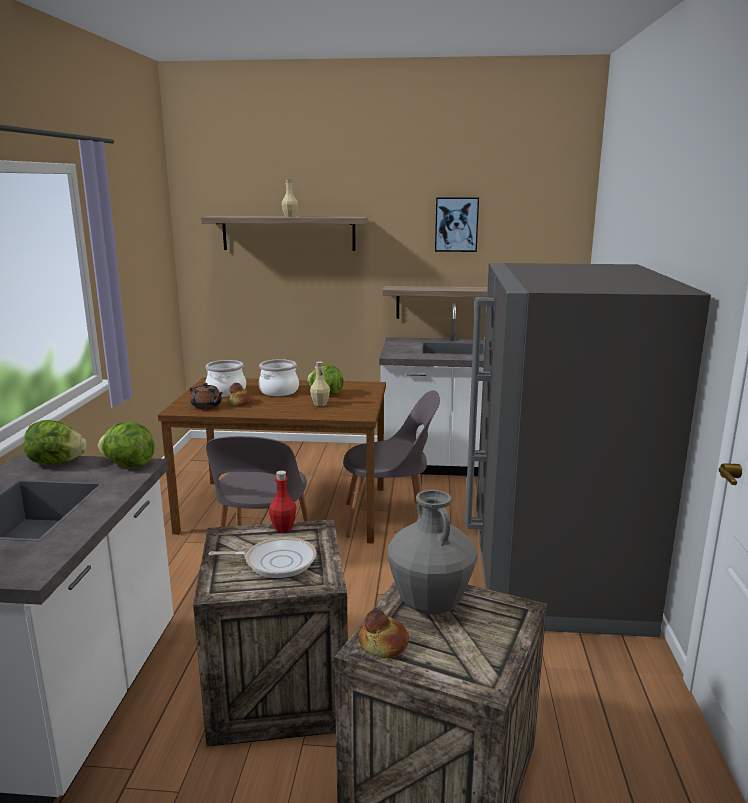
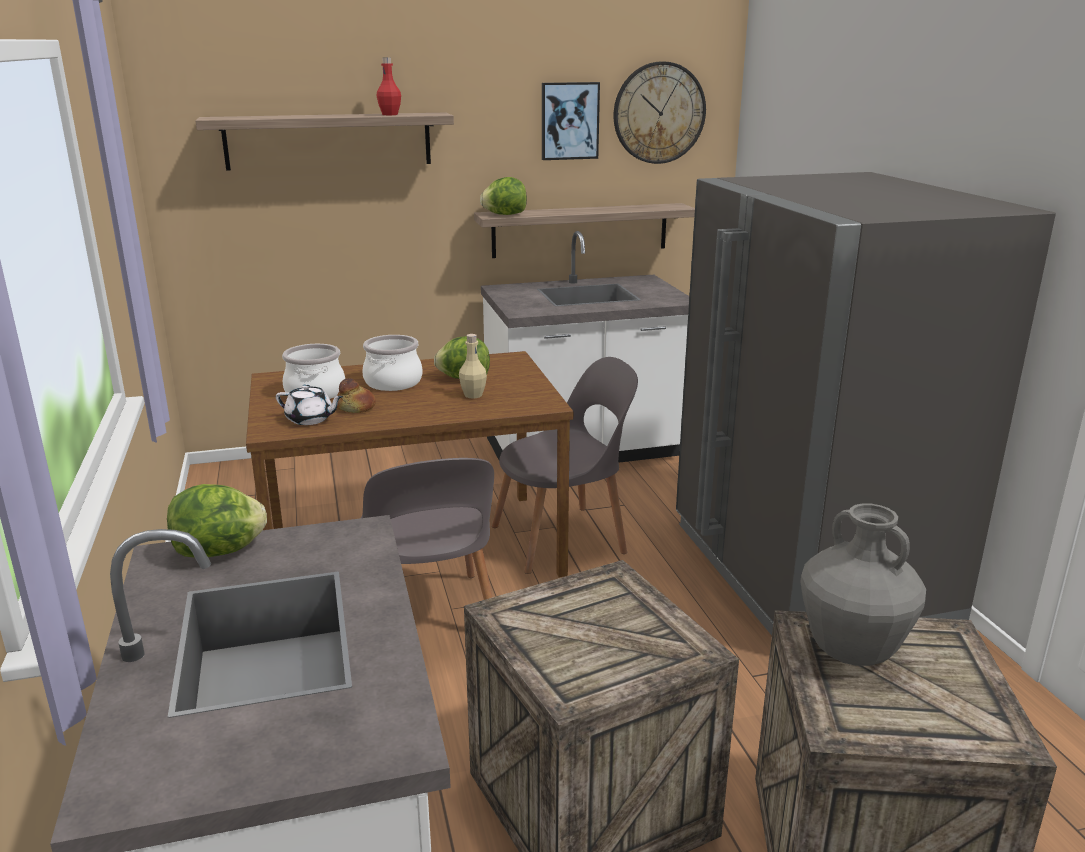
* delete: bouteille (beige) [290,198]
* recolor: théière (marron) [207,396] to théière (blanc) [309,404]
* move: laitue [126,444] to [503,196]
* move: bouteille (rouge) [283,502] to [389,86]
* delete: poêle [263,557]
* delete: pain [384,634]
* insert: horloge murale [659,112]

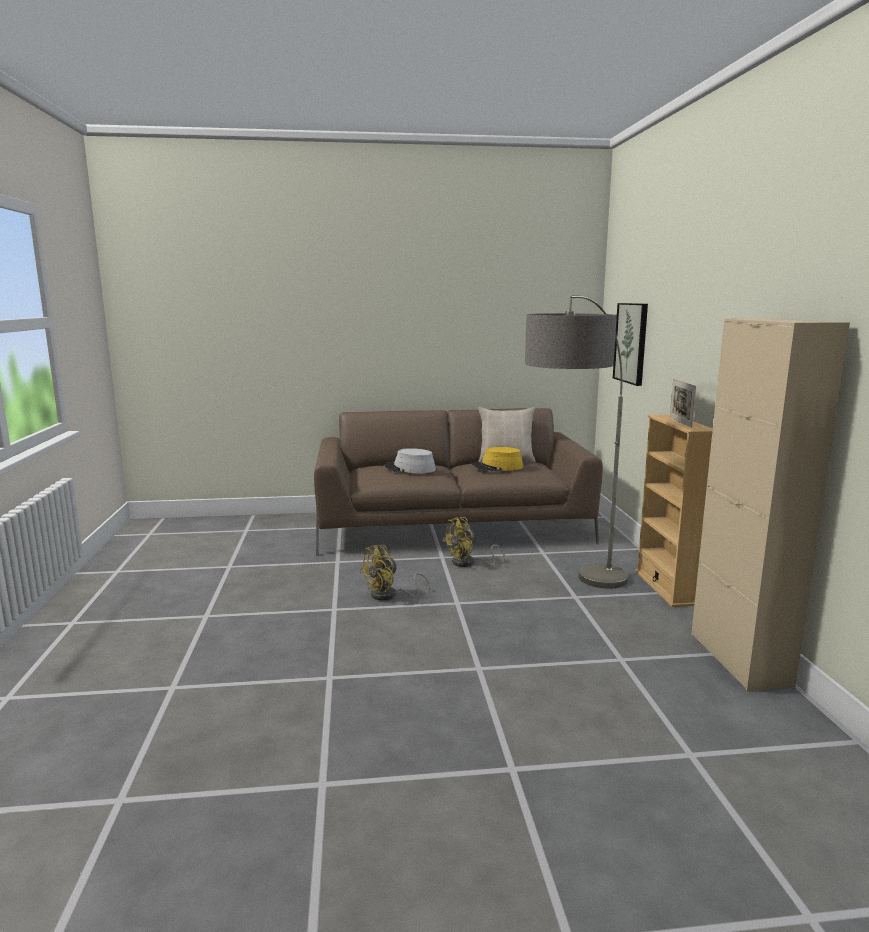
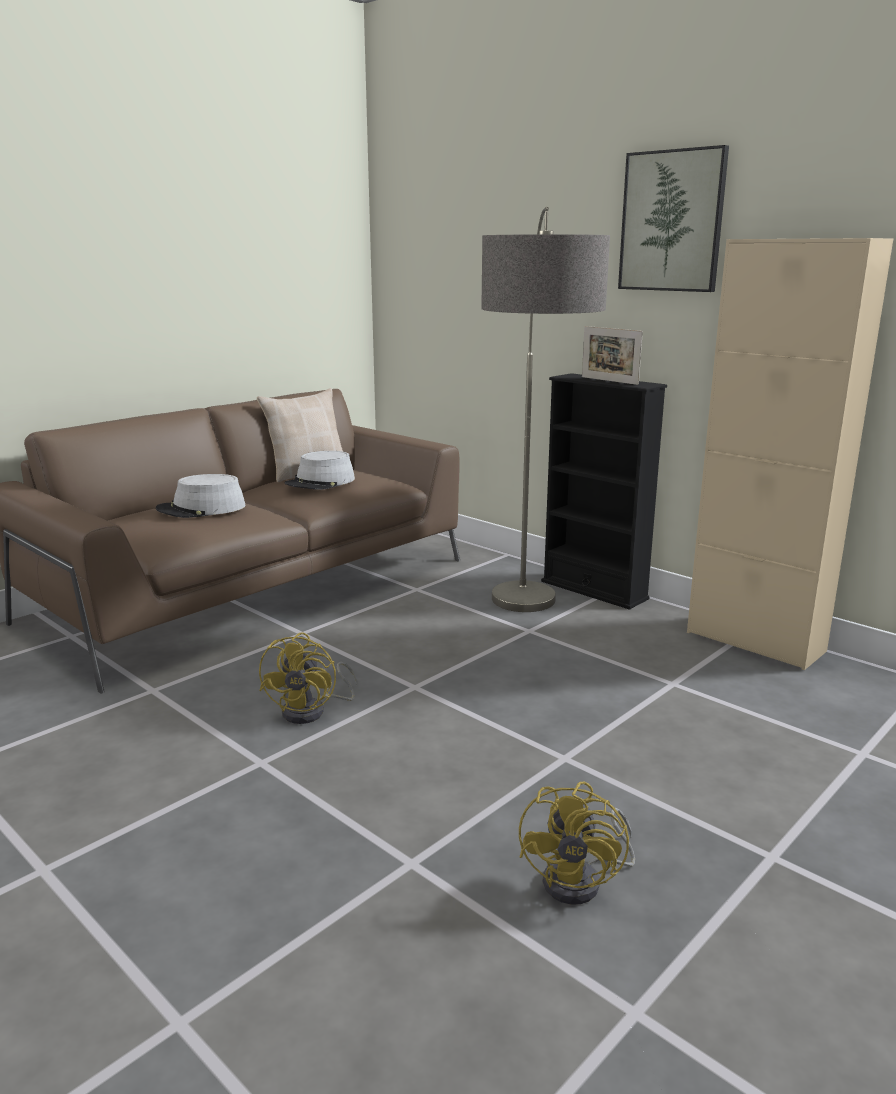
* move: tableau [630,344] to [673,218]
* recolor: bibliothèque (beige) [674,510] to bibliothèque (noir) [604,491]
* recolor: chapeau (jaune) [497,459] to chapeau (gris) [320,470]
* move: ventilateur (jaune) [473,542] to [577,843]

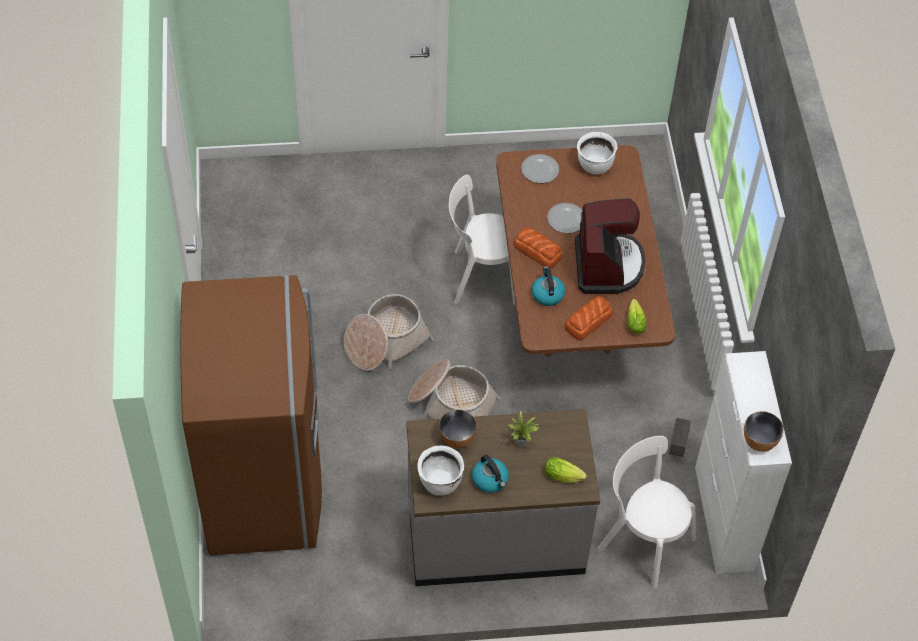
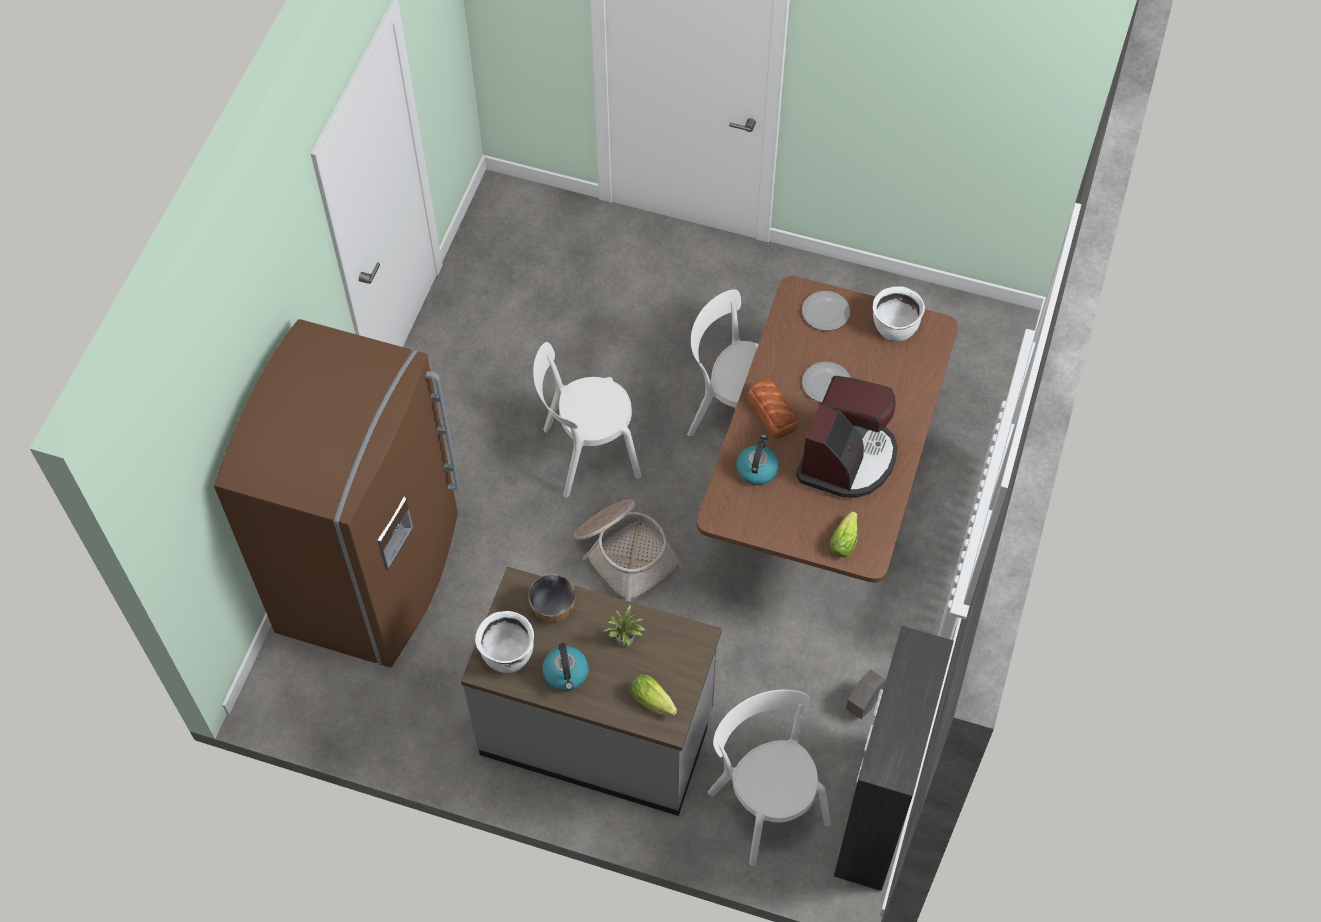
* replace: panier [389,332] to chaise (blanc) [587,420]
* delete: pain [588,318]
* recolor: meuble de rangement (blanc) [743,462] to meuble de rangement (noir) [894,758]
* delete: bol [764,431]

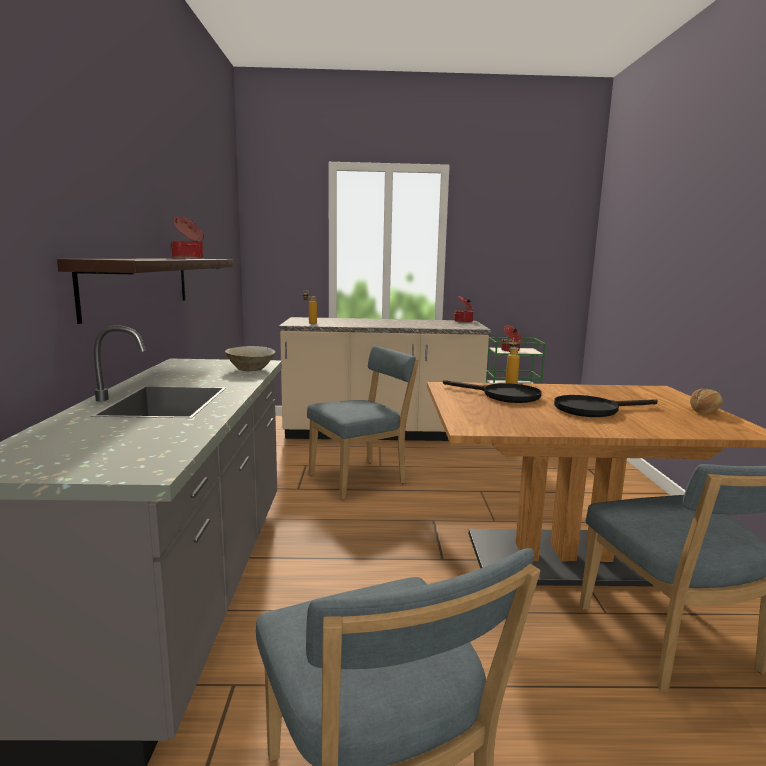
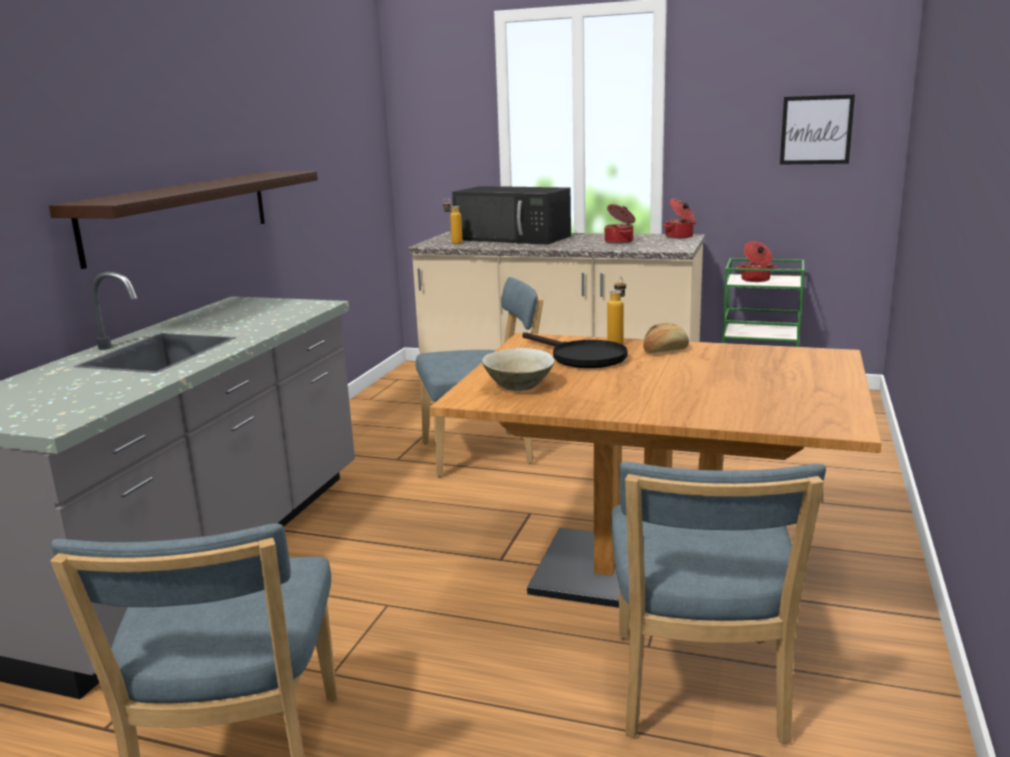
* move: marmite [187,237] to [619,224]
* move: bol (beige) [250,358] to [518,369]
* move: pain [706,401] to [666,338]
* delete: poêle (noir) [606,406]
* insert: tableau [817,130]
* insert: micro-ondes (noir) [511,215]

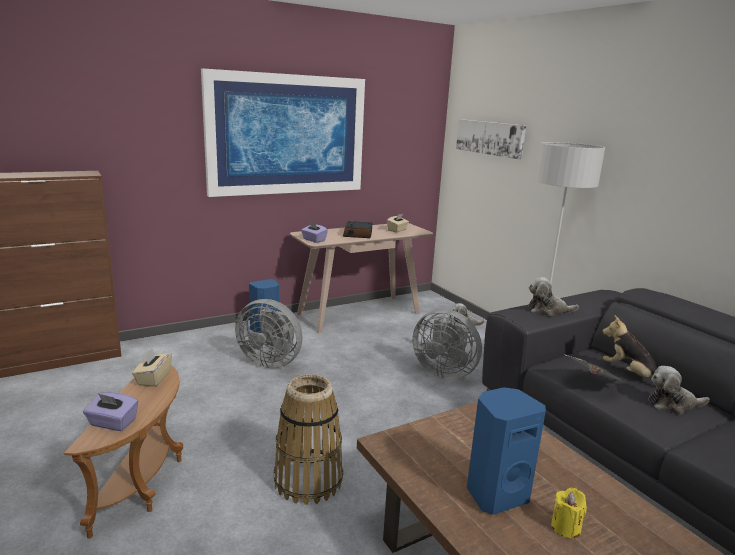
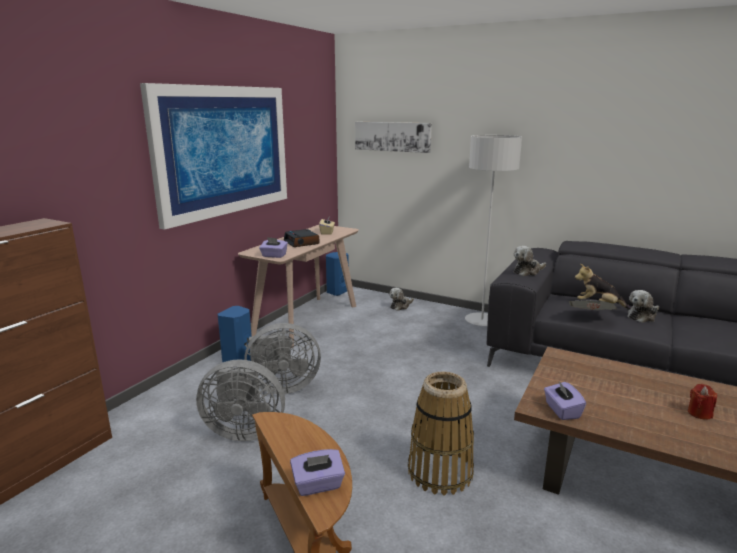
* move: ventilateur (gris) [447,344] to [240,400]
* delete: boîte à mouchoirs (beige) [152,367]
* move: enceinte (bleu) [506,451] to [337,274]
* recolor: bougie (jaune) [569,513] to bougie (rouge) [702,402]
* insert: boîte à mouchoirs (violet) [565,400]

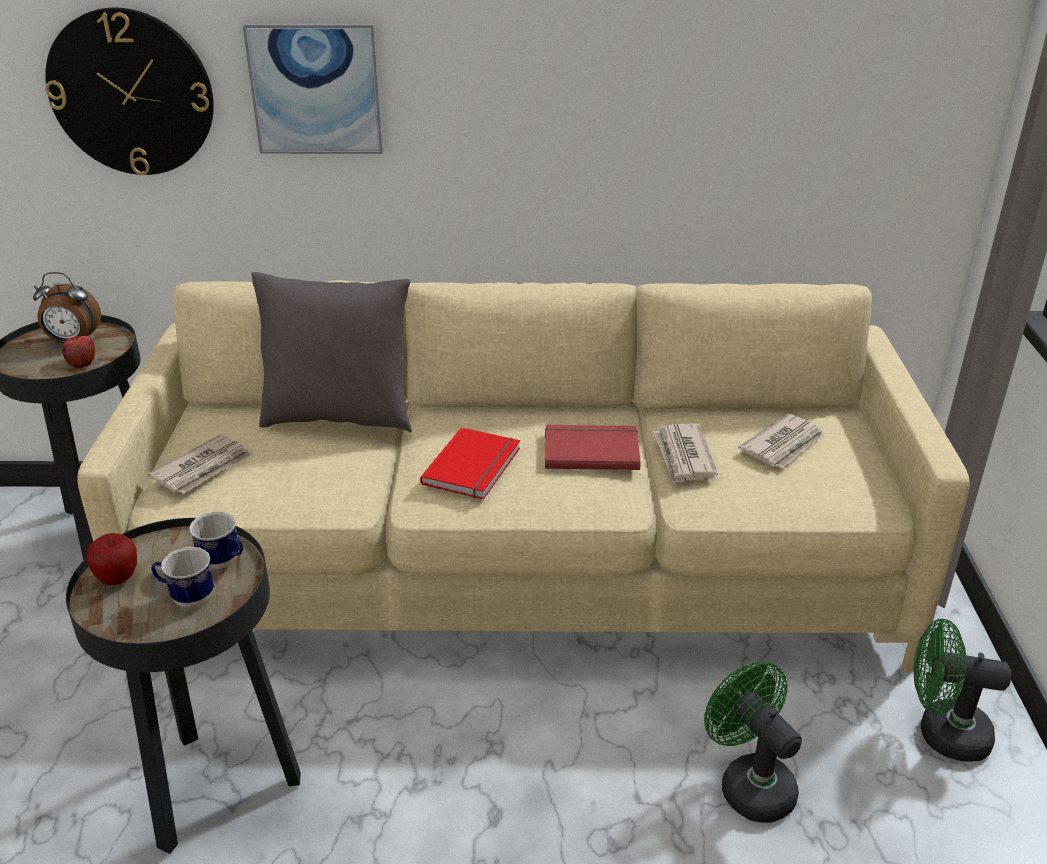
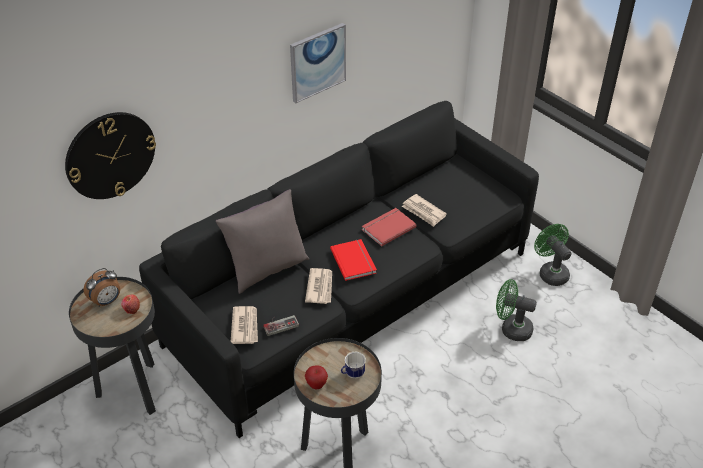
* move: tableau [313,88] to [318,63]
* recolor: canapé (beige) [523,476] to canapé (noir) [339,269]
* move: journal [781,441] to [318,286]
* delete: mug [216,540]
* rotate: ventilateur (vert) [962,690] = [553,255] 90 degrees clockwise
* insert: manette [281,325]

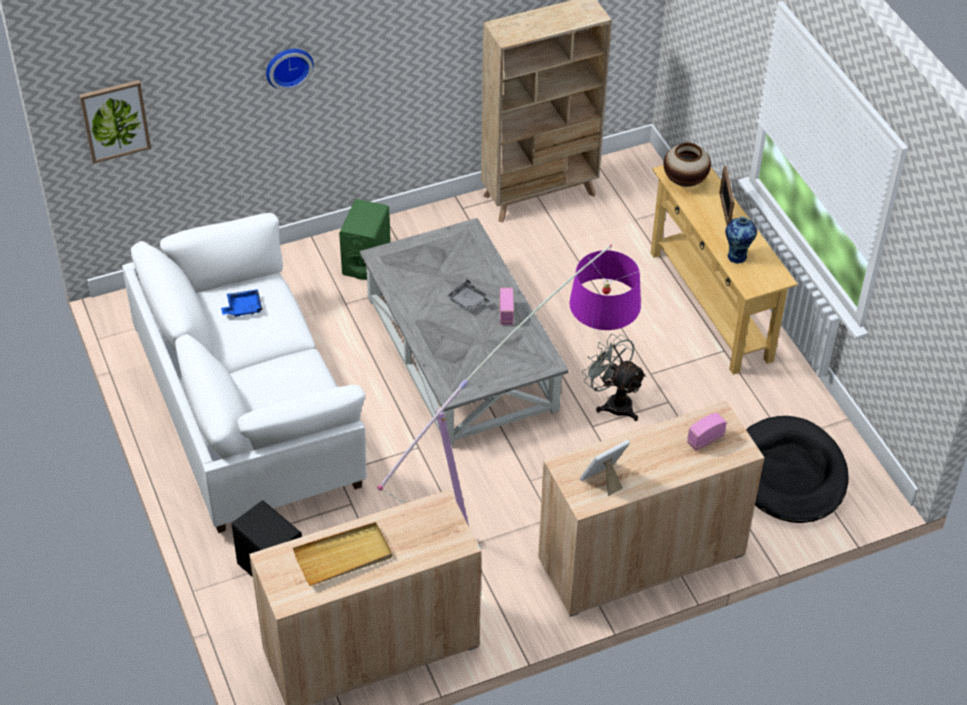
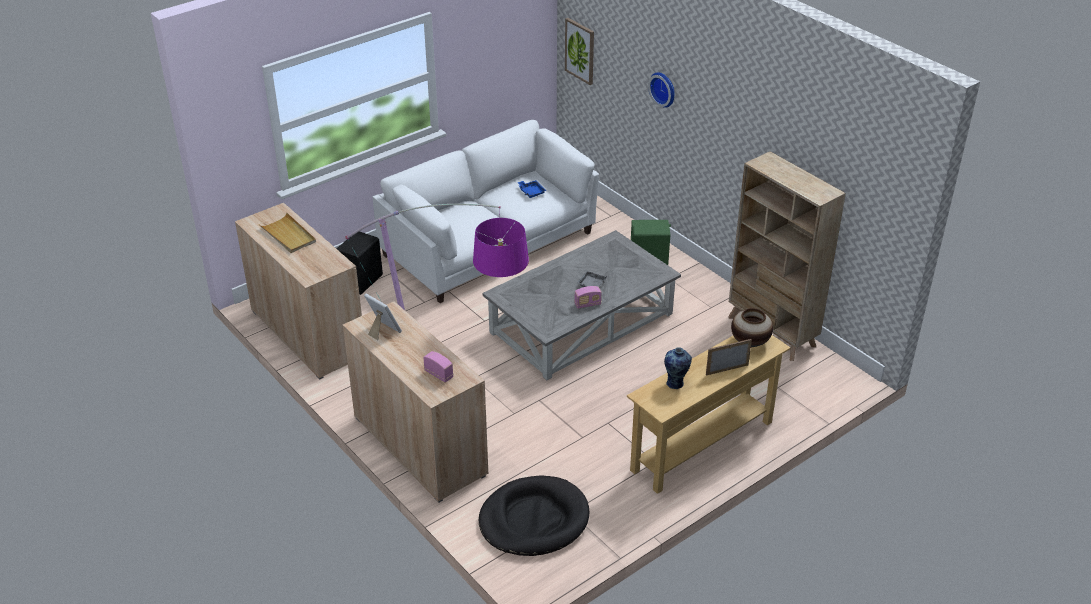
* delete: ventilateur (gris) [614,377]

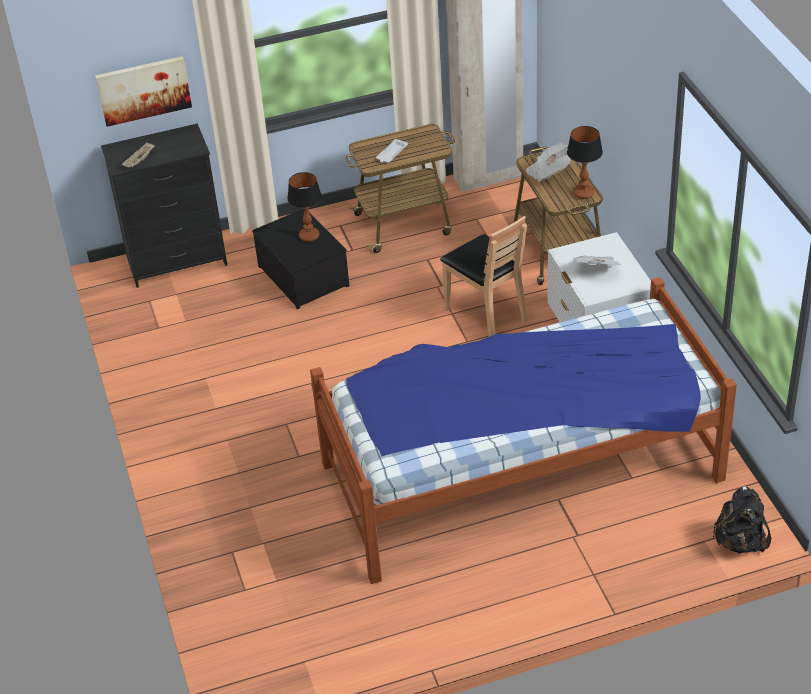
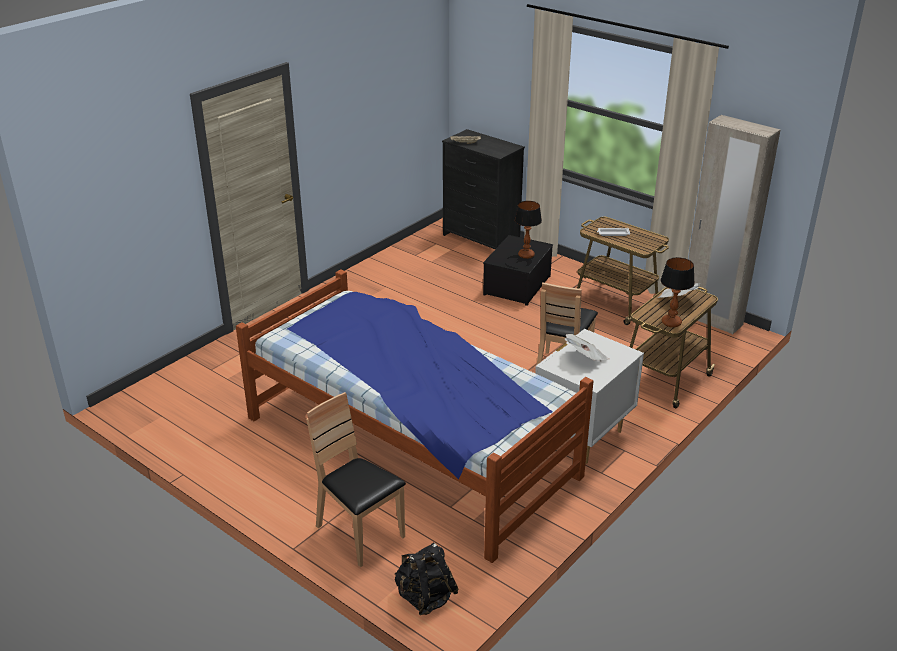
* delete: tableau [143,91]
* insert: chaise (marron) [356,479]

